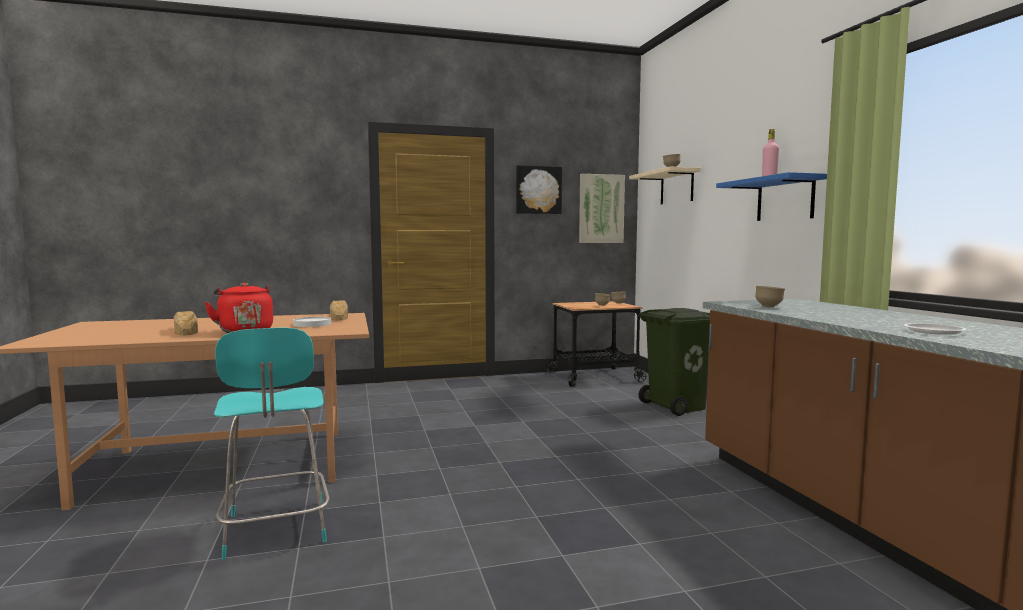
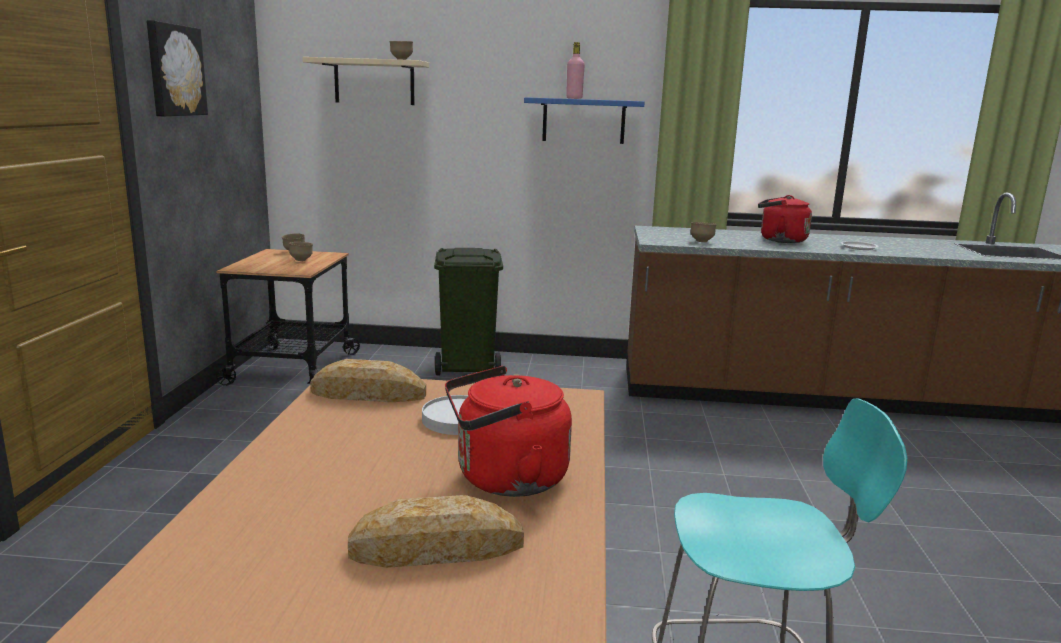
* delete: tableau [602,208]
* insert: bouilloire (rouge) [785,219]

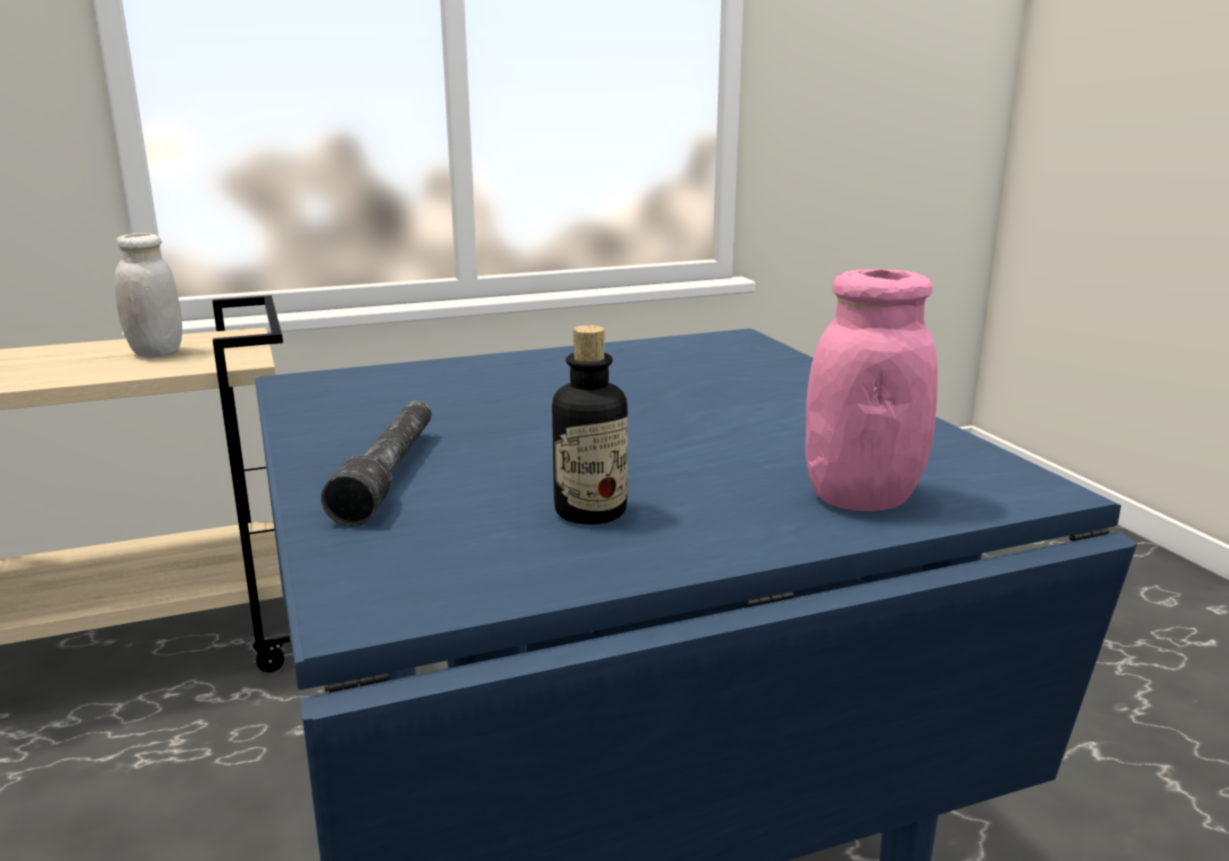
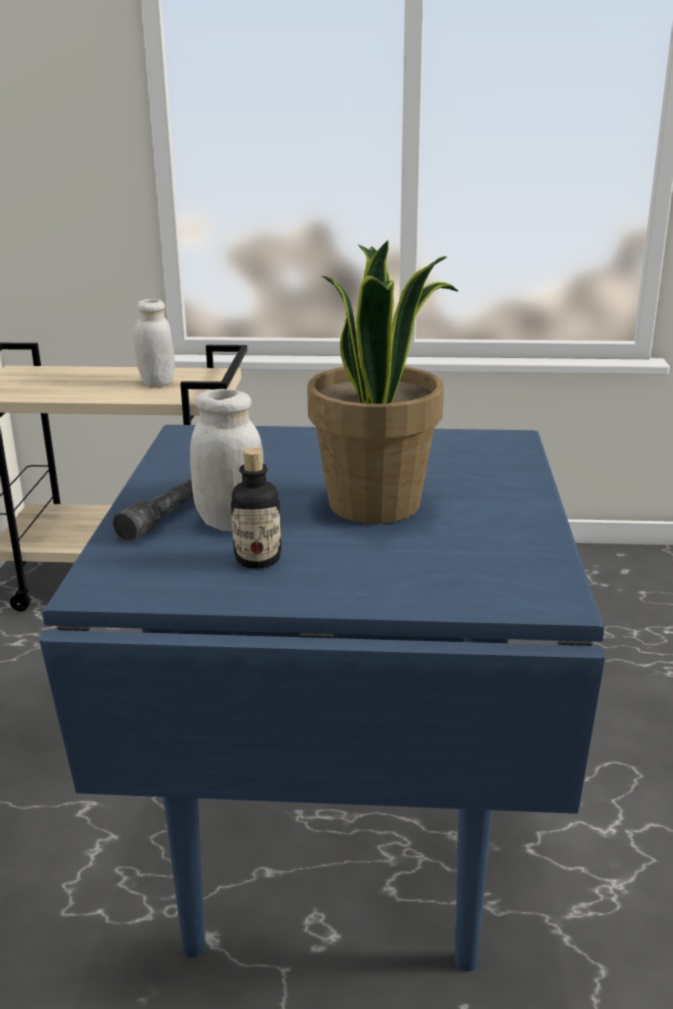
* delete: bocal (rose) [871,390]
* insert: plante en pot [383,382]
* insert: bocal (blanc) [227,460]

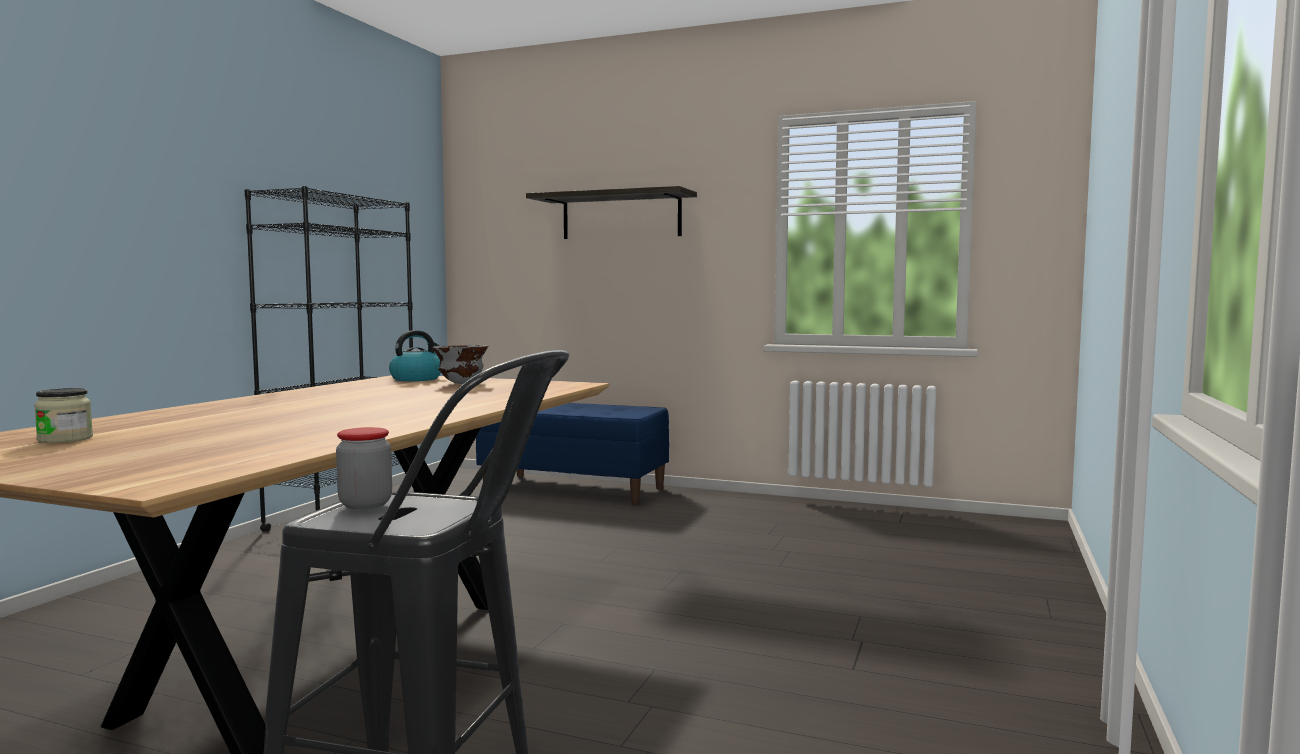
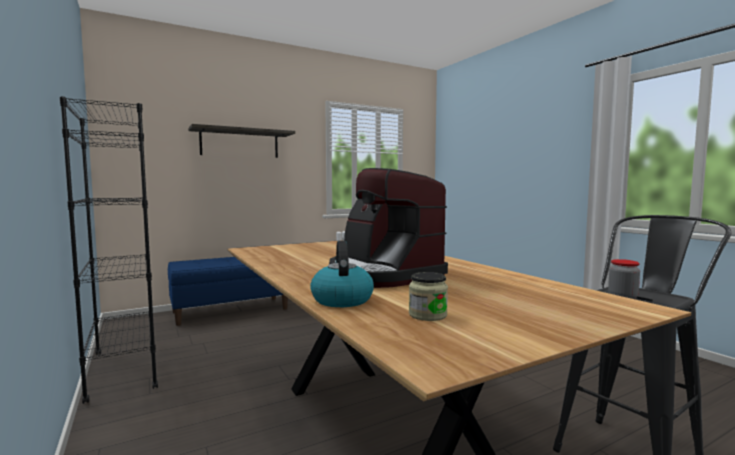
* move: bouilloire [415,355] to [342,274]
* delete: bol (gris) [460,364]
* insert: machine à café [388,228]

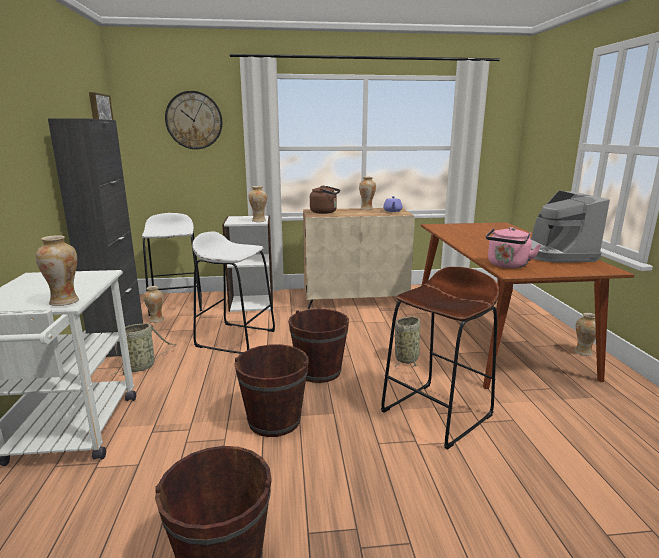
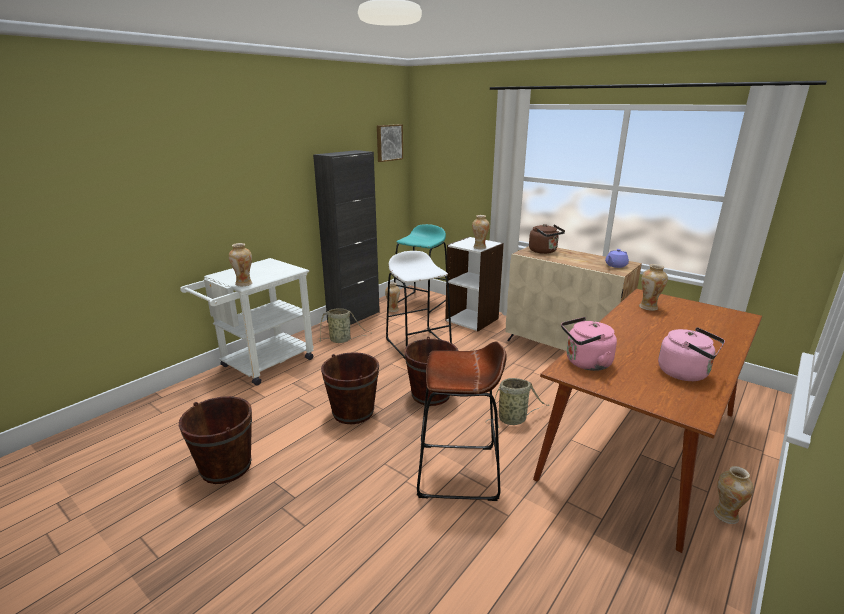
* delete: horloge murale [194,120]
* move: vase [367,193] to [653,287]
* replace: machine à café [570,227] to bouilloire (rose) [691,354]
* recolor: tabouret (blanc) [172,264] to tabouret (turquoise) [420,268]

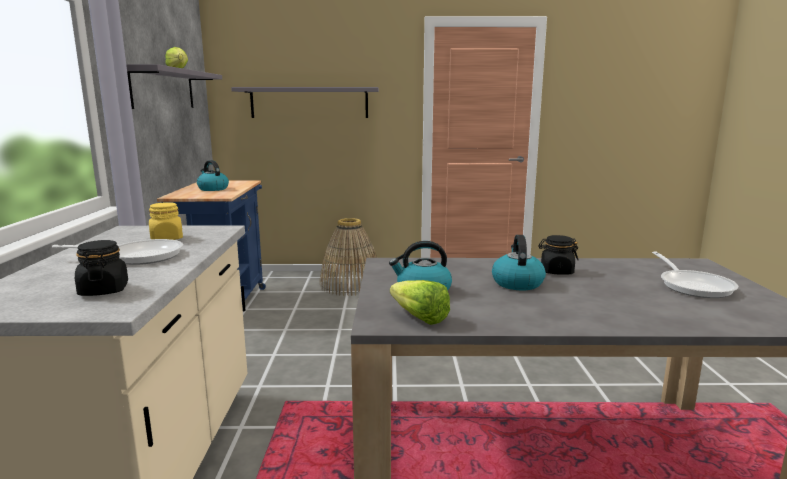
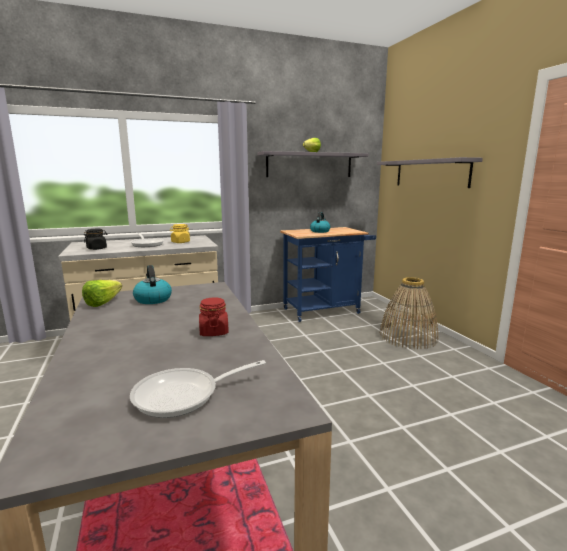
* delete: bouilloire [519,262]
* recolor: bocal (noir) [558,255] to bocal (rouge) [214,316]

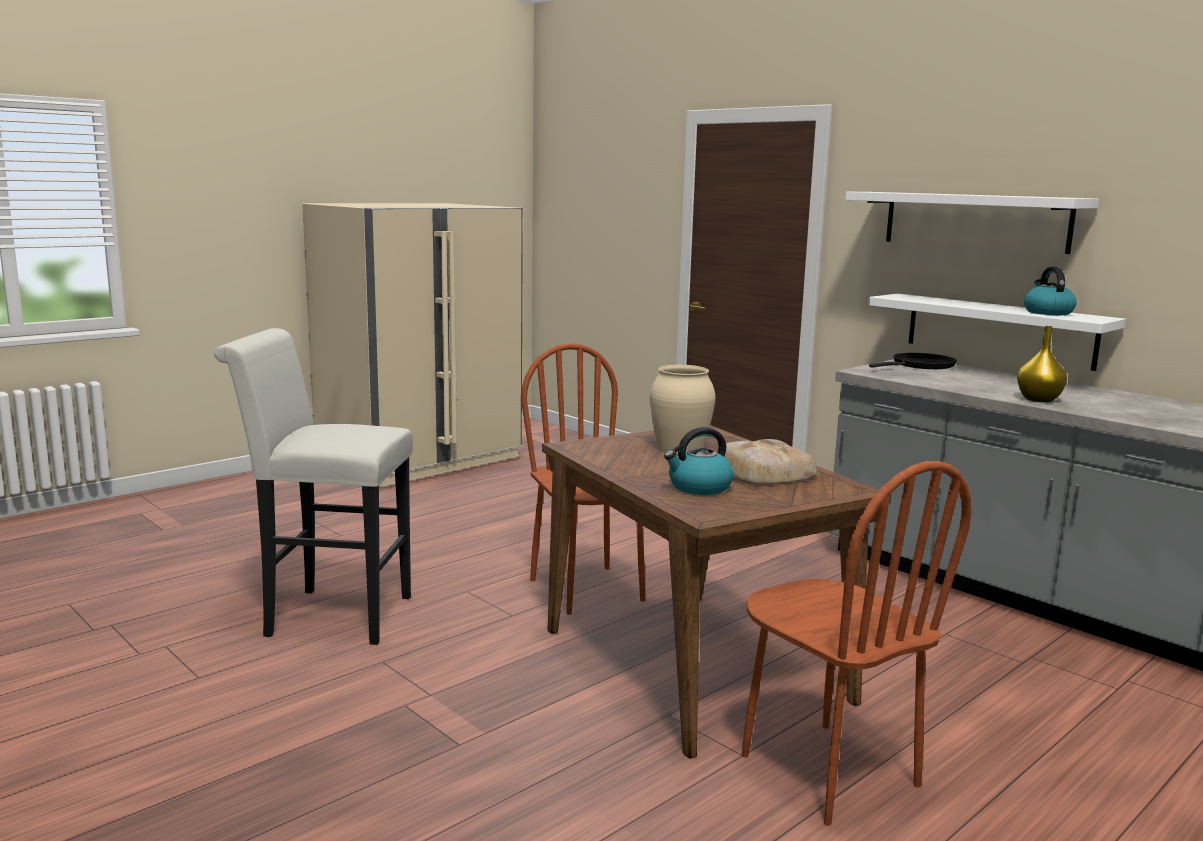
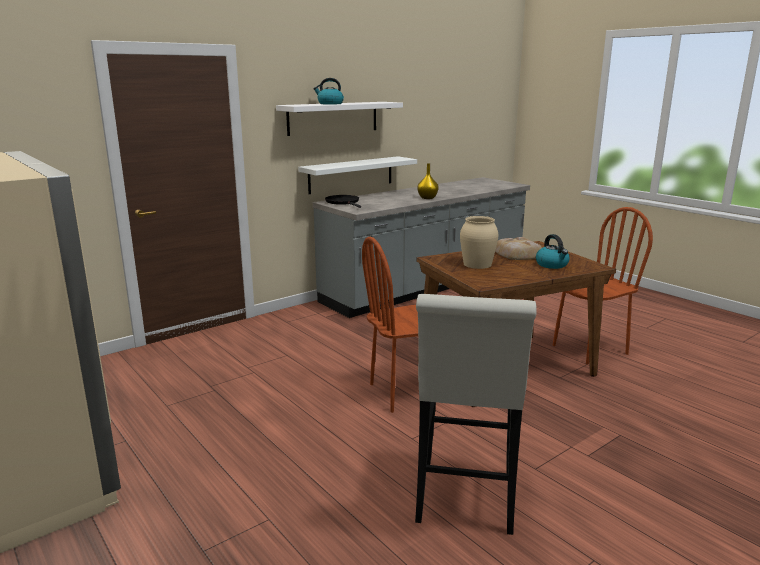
* move: bouilloire [1050,291] to [328,91]

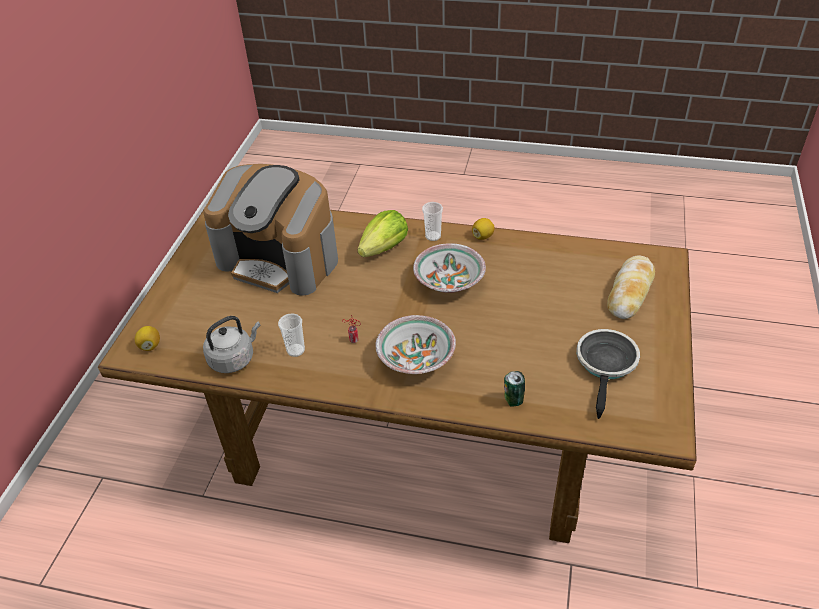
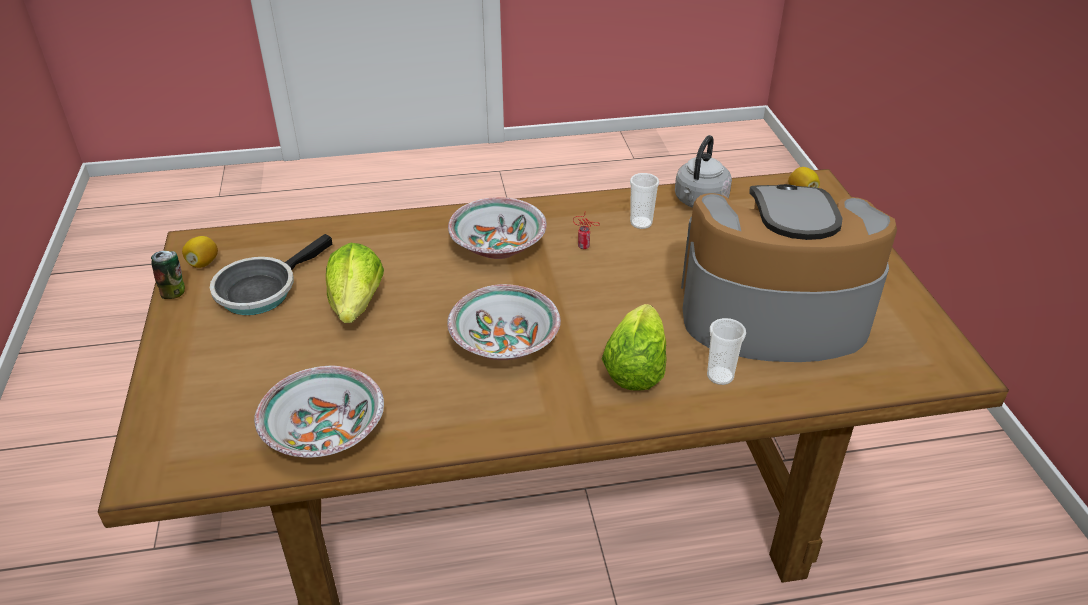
* move: tasse [432,221] to [726,351]
* move: citron [483,229] to [200,252]
* delete: pain [631,287]
* rotate: poêle [608,374] = [271,274] 45 degrees clockwise
* move: boîte métallique [514,389] to [168,275]
* insert: laitue [355,283]
* insert: bol [319,412]

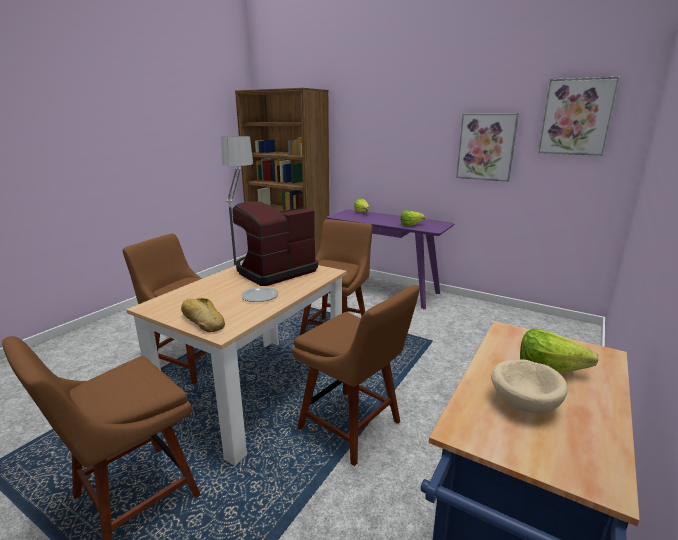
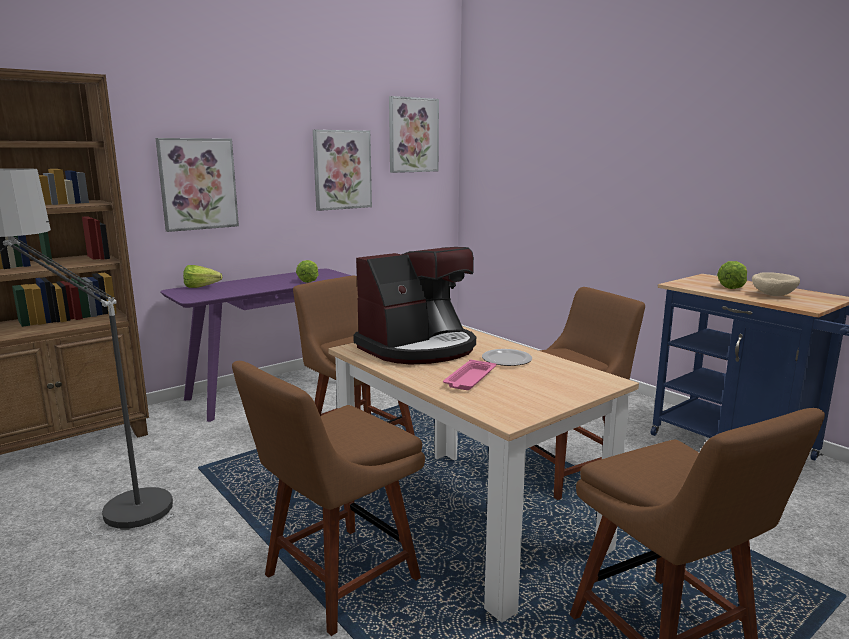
* rotate: machine à café [275,243] = [414,306] 105 degrees counterclockwise
* delete: pain [203,315]
* insert: tableau [197,185]
* insert: plateau (rose) [469,374]

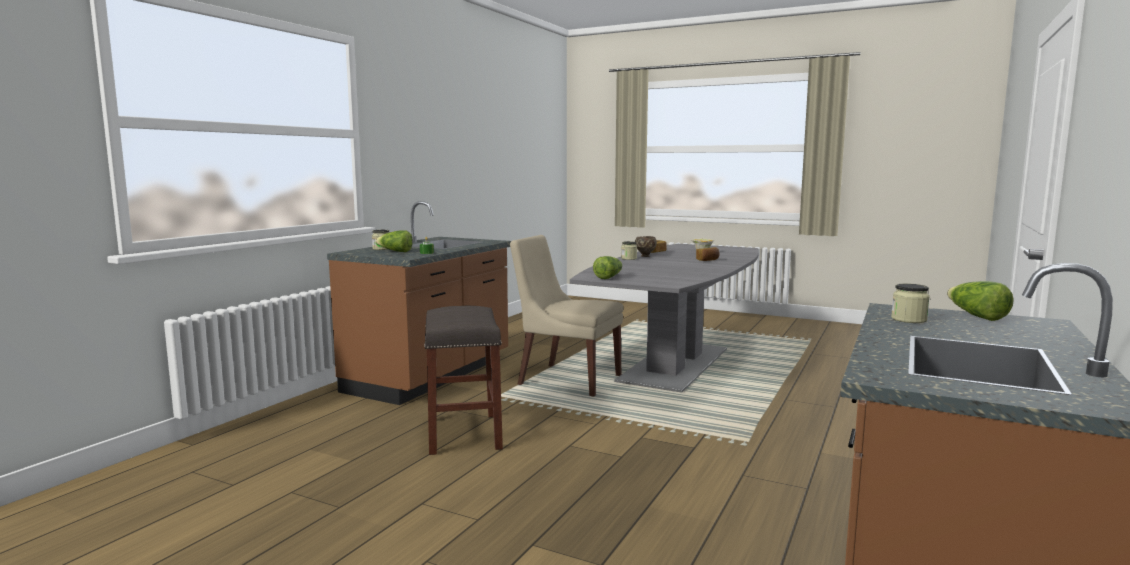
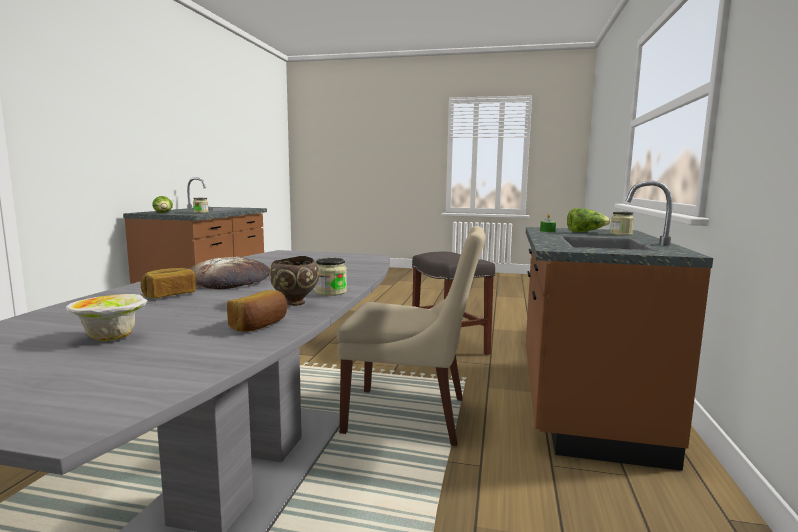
* delete: laitue [607,267]
* insert: pain [230,272]

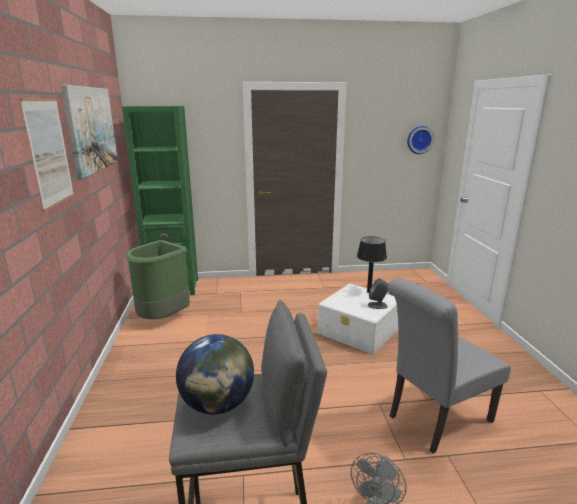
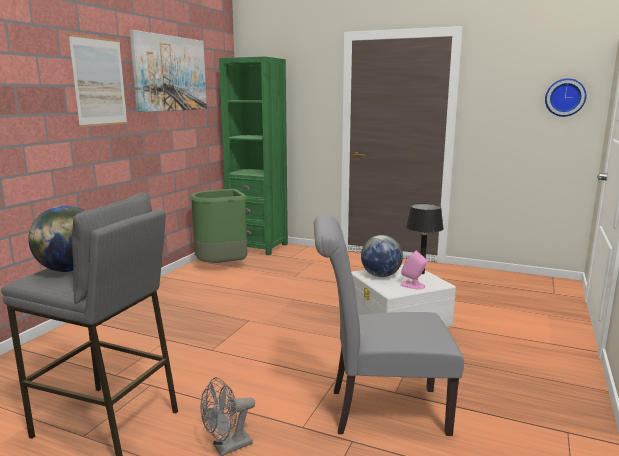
* recolor: enceinte (gris) [378,293] to enceinte (rose) [414,270]
* insert: globe [382,256]

